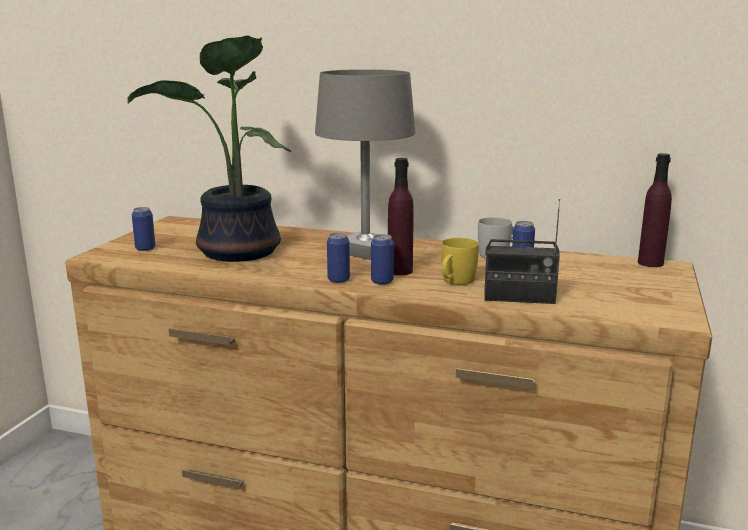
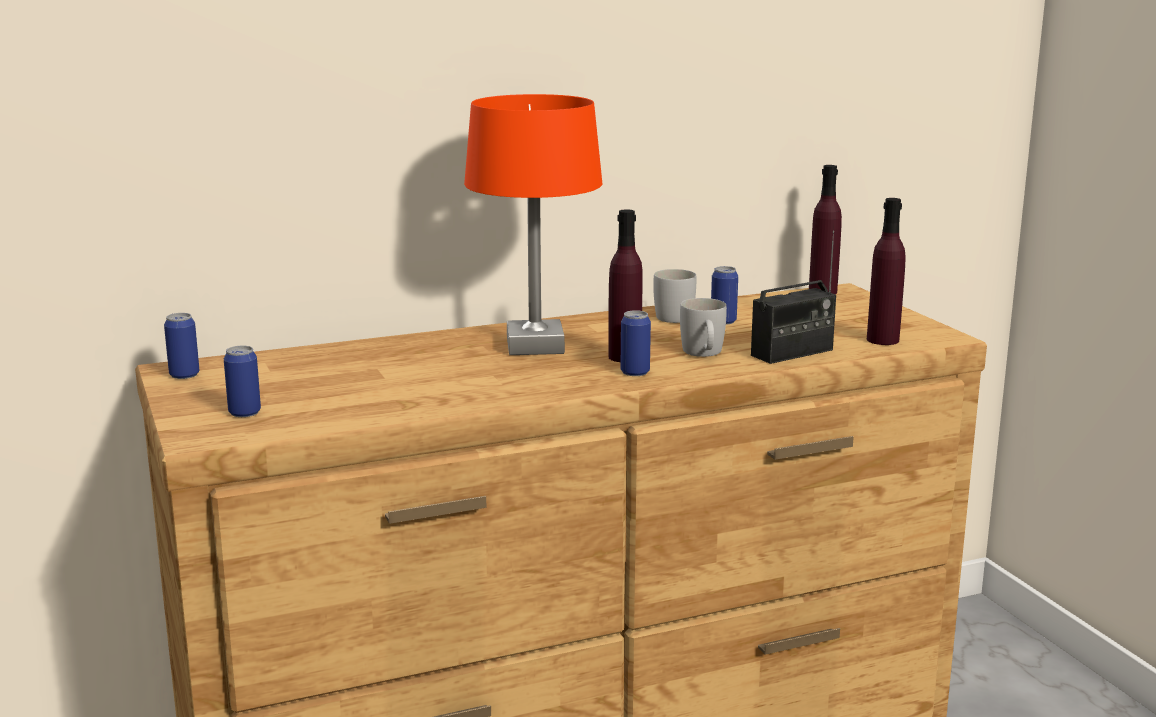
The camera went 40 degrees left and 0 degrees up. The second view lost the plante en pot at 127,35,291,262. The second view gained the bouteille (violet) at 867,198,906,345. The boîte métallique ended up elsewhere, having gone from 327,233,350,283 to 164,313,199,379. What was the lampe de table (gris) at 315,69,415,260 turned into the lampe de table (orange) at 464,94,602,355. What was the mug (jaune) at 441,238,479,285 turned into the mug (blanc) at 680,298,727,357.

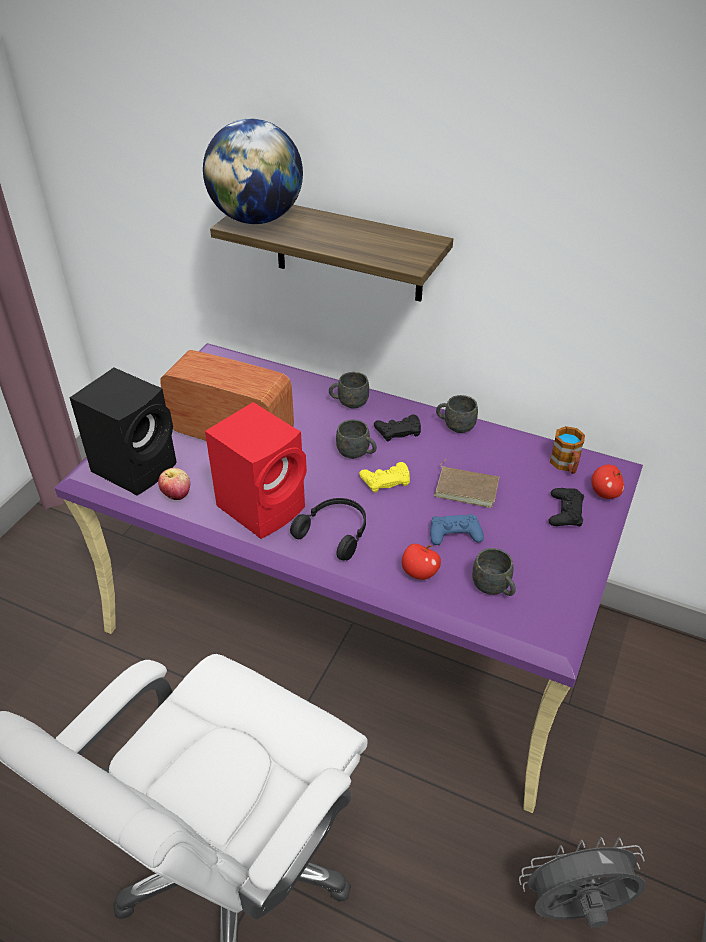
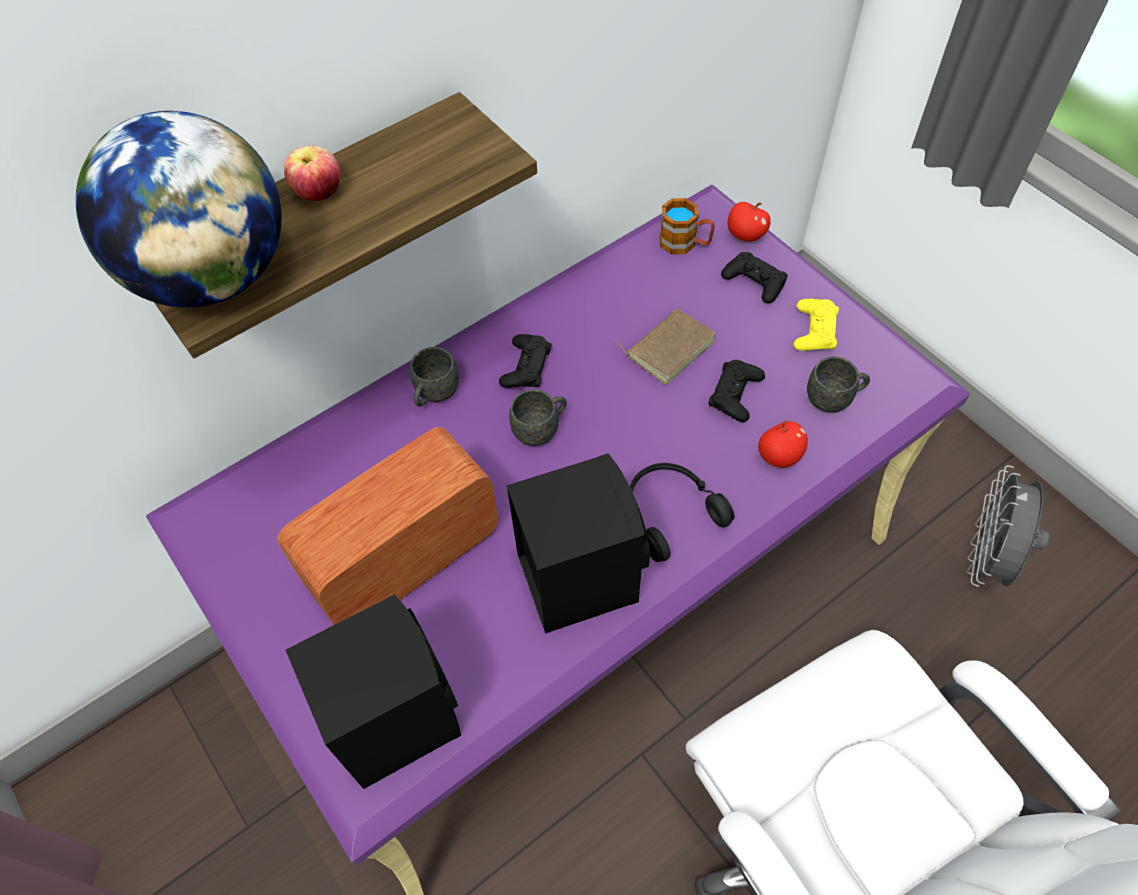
The camera went 60 degrees left and 15 degrees up. The second view lost the mug (gris) at 436,395,478,433. The pomme ended up elsewhere, having gone from 158,468,190,500 to 284,146,340,201. The manette (jaune) ended up elsewhere, having gone from 359,462,410,493 to 793,299,839,351. What was the enceinte (rouge) at 205,402,307,539 turned into the enceinte (noir) at 507,453,650,634. What was the manette (bleu) at 430,514,484,545 turned into the manette (noir) at 708,360,765,422.

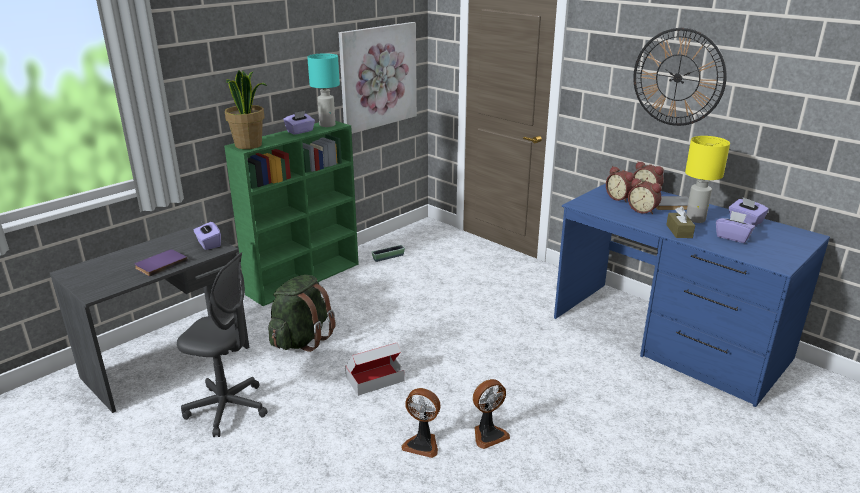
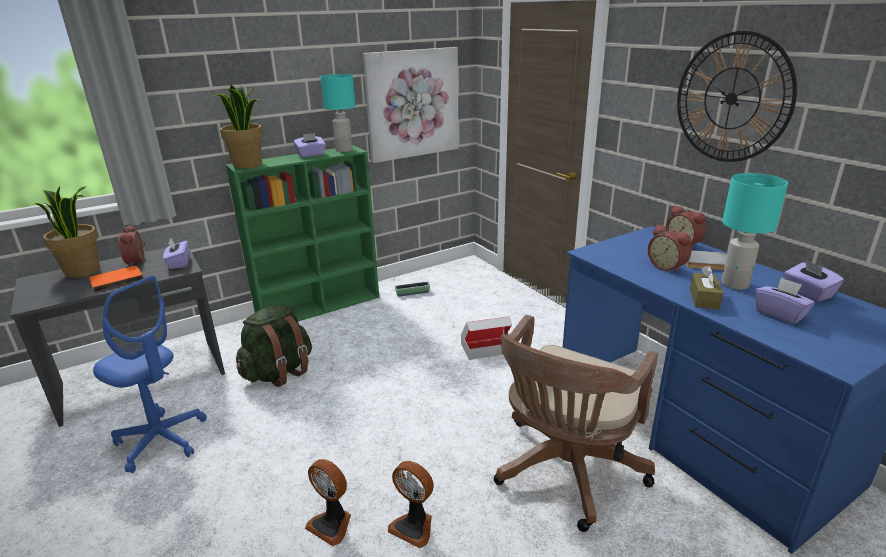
The camera went 15 degrees right and 0 degrees up. The second view gained the plante en pot at 34,186,100,278. The second view gained the chaise de bureau (marron) at 494,315,658,532. The carton ended up elsewhere, having gone from 345,342,405,396 to 461,316,512,360. The réveil ended up elsewhere, having gone from 606,166,636,203 to 118,225,146,266. What was the livre (violet) at 134,249,188,277 turned into the livre (orange) at 89,266,143,292. What was the chaise de bureau (gris) at 177,252,268,437 turned into the chaise de bureau (bleu) at 93,275,207,473. What was the lampe de table (jaune) at 685,136,730,223 turned into the lampe de table (turquoise) at 721,173,788,290. The ventilateur at 473,379,510,449 ended up facing another way, 45 degrees clockwise from before.

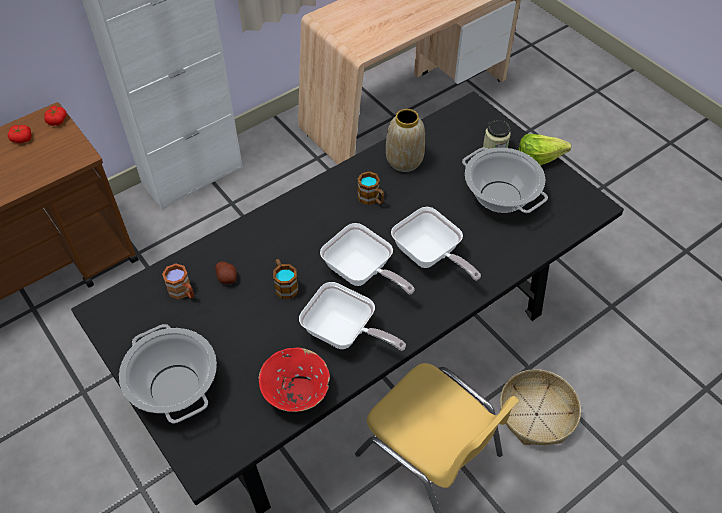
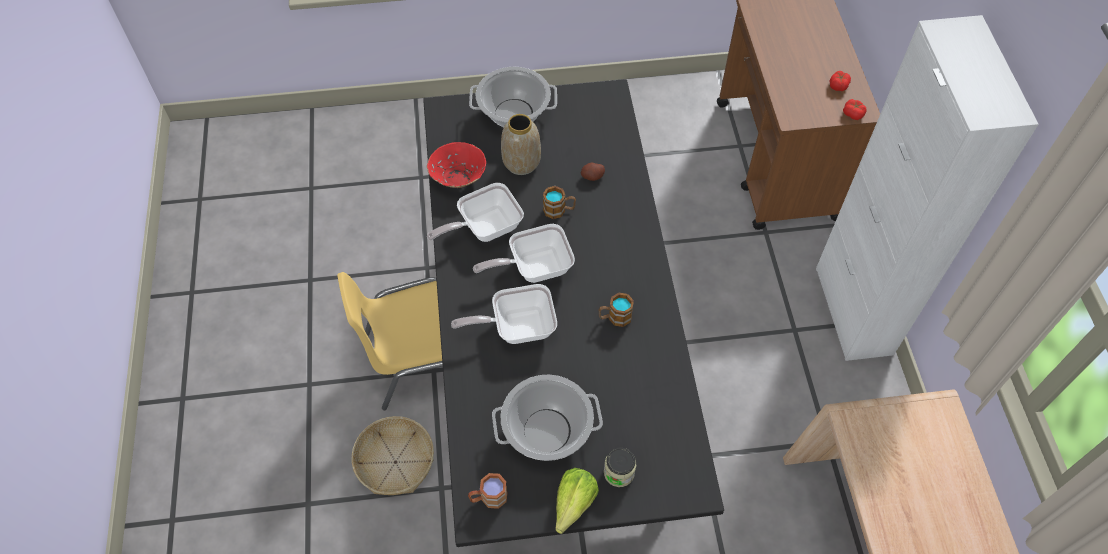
The camera went 120 degrees right and 5 degrees up. The mug (marron) ended up elsewhere, having gone from 162,264,194,299 to 468,473,508,509. The vase ended up elsewhere, having gone from 386,109,425,172 to 501,114,541,175.

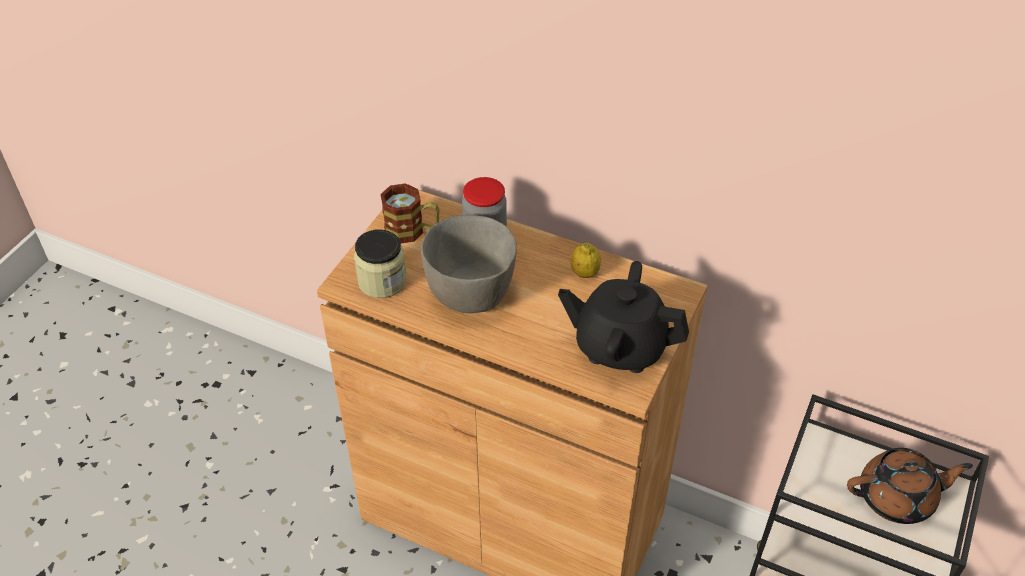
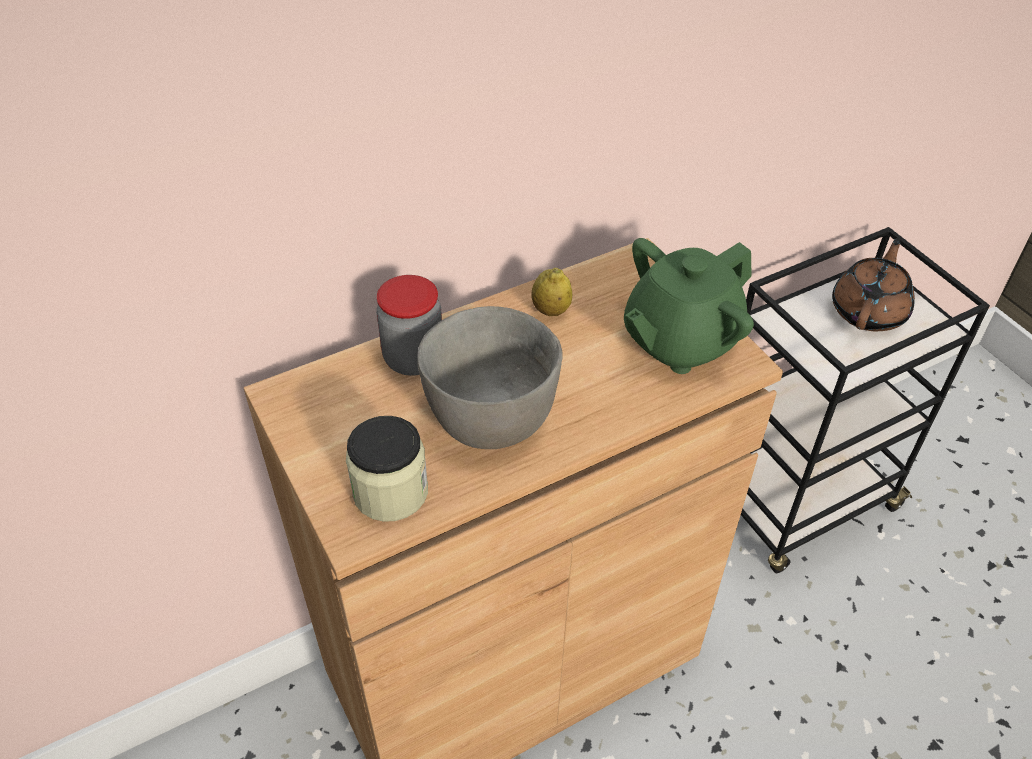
The camera went 55 degrees left and 0 degrees up. The second view lost the mug at 380,183,440,244. What was the théière (noir) at 558,261,689,373 turned into the théière (vert) at 624,238,754,374.

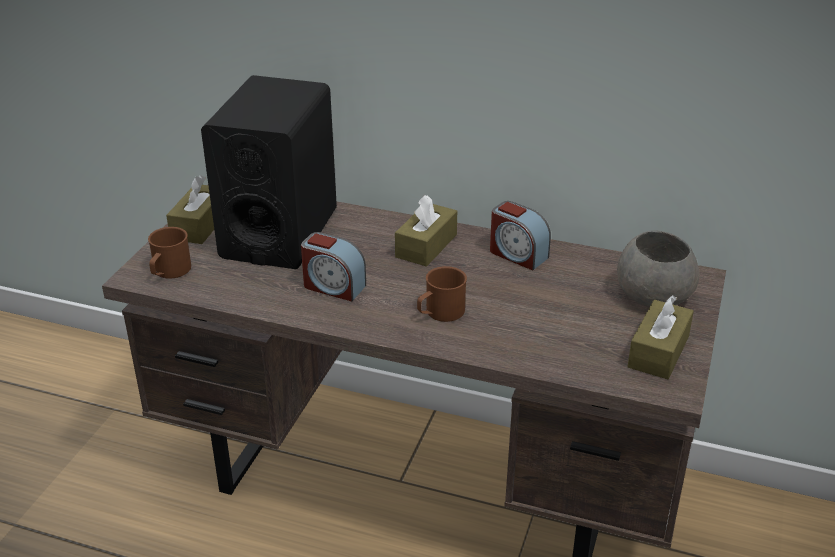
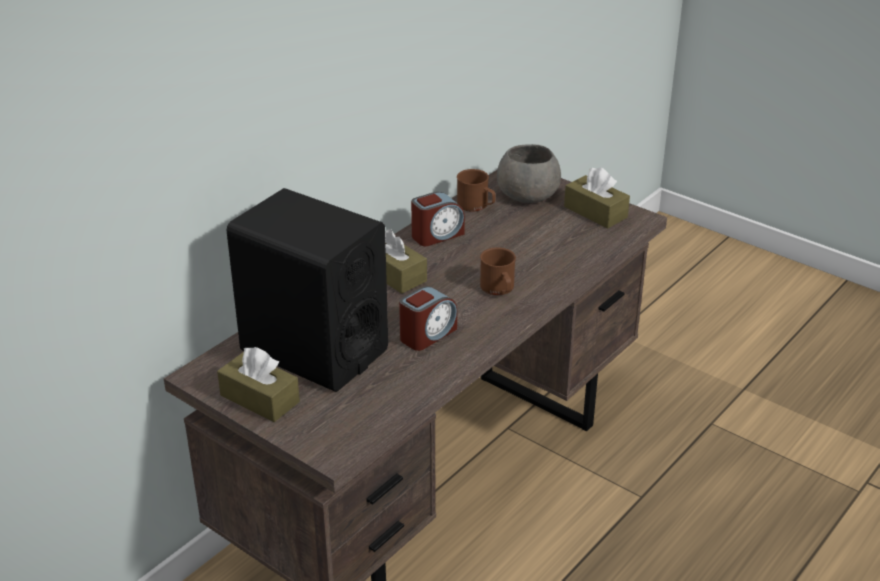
The camera went 70 degrees left and 0 degrees up. The mug (marron) ended up elsewhere, having gone from 148,227,191,279 to 457,169,495,212.

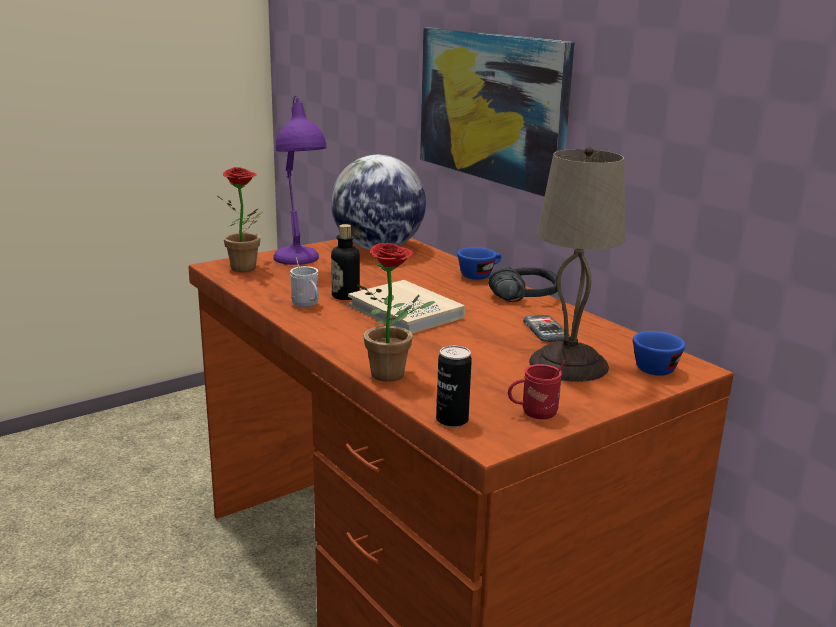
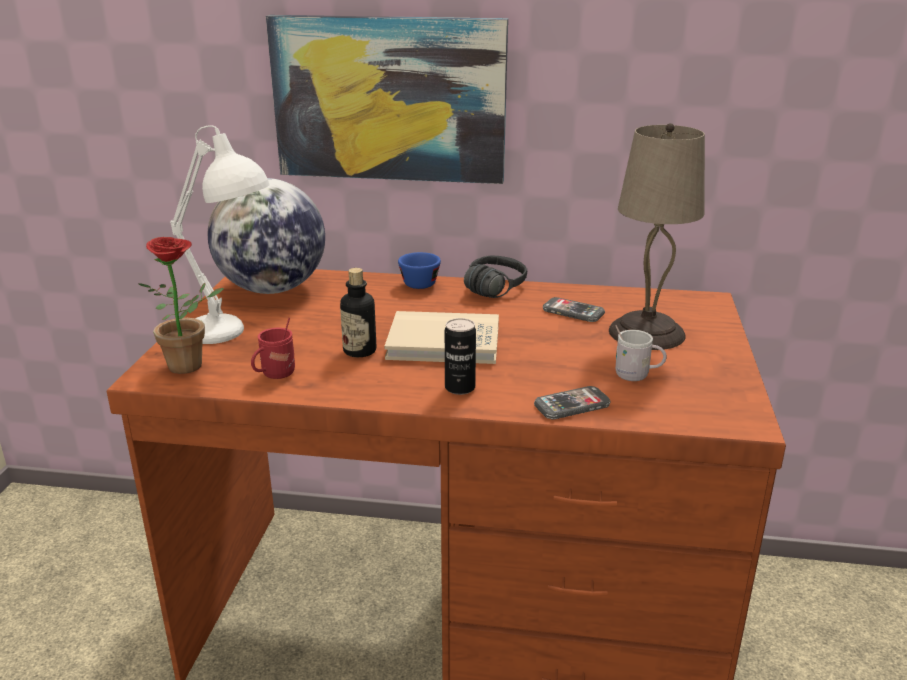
The camera went 45 degrees left and 5 degrees up. The second view lost the tasse (bleu) at 633,331,685,376. The mug (blanc) ended up elsewhere, having gone from 290,257,319,307 to 615,325,667,381. The boîte métallique ended up elsewhere, having gone from 436,346,472,427 to 445,318,476,395. The mug (rouge) ended up elsewhere, having gone from 508,360,566,419 to 251,318,295,379. Where the plante en pot stood at 357,243,436,381, the téléphone came to stand at 534,386,610,420. What was the lampe de table (violet) at 273,96,327,265 turned into the lampe de table (blanc) at 170,125,270,344.

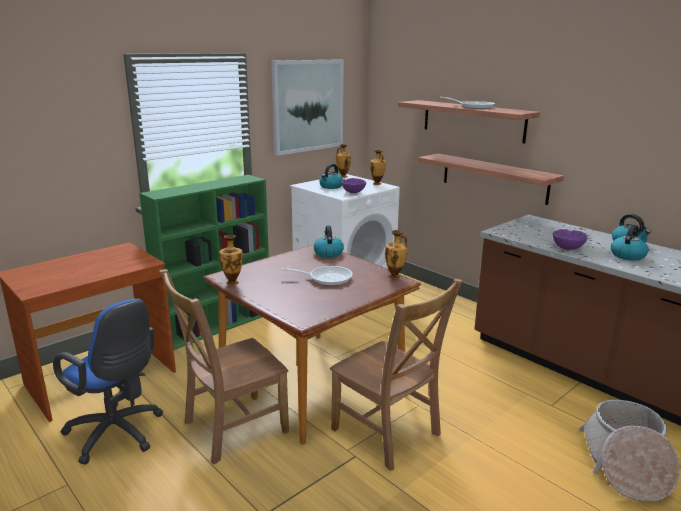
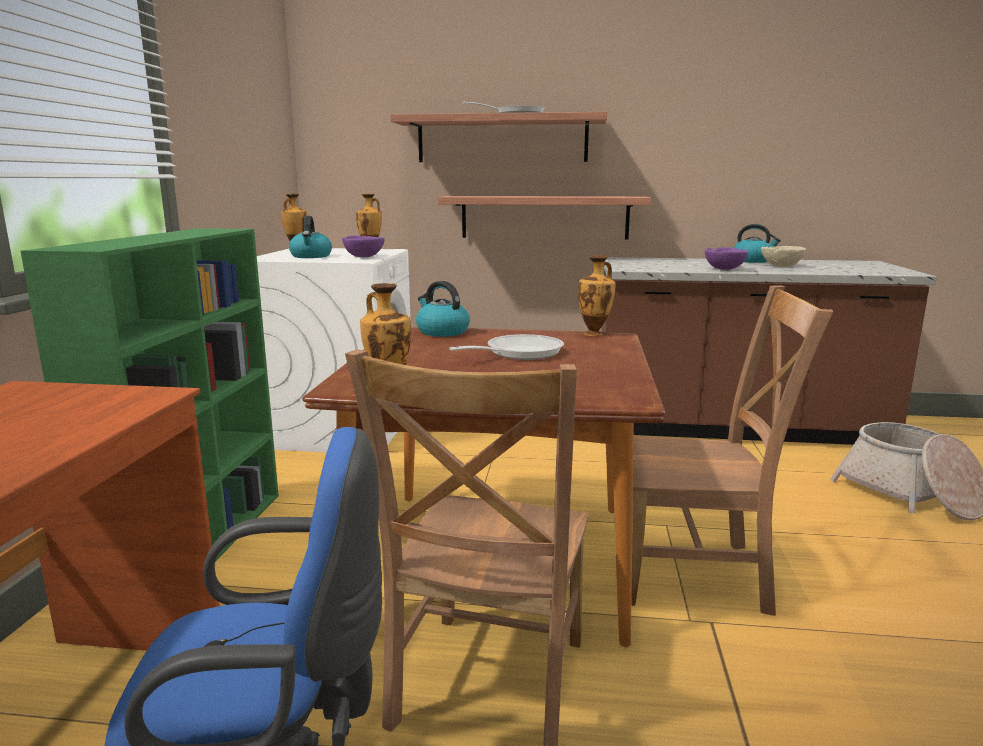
The camera went 40 degrees left and 5 degrees down. The second view lost the tableau at 271,59,344,156. Where the bouilloire stood at 611,225,649,261, the bol (beige) came to stand at 761,246,806,267.

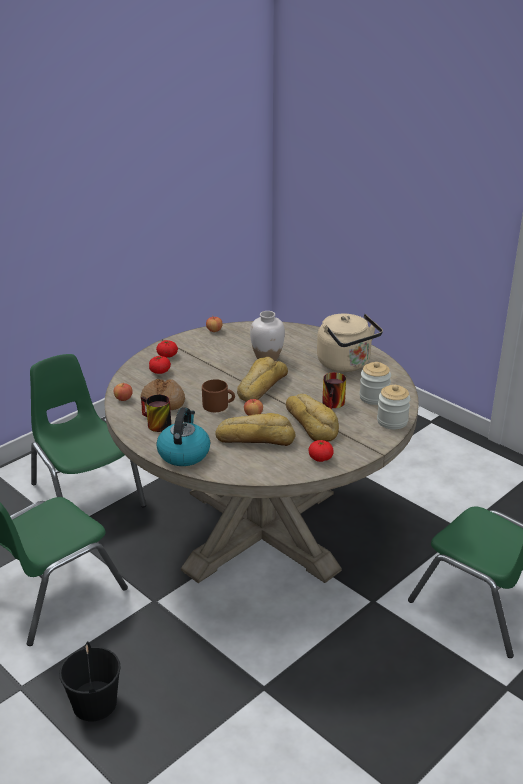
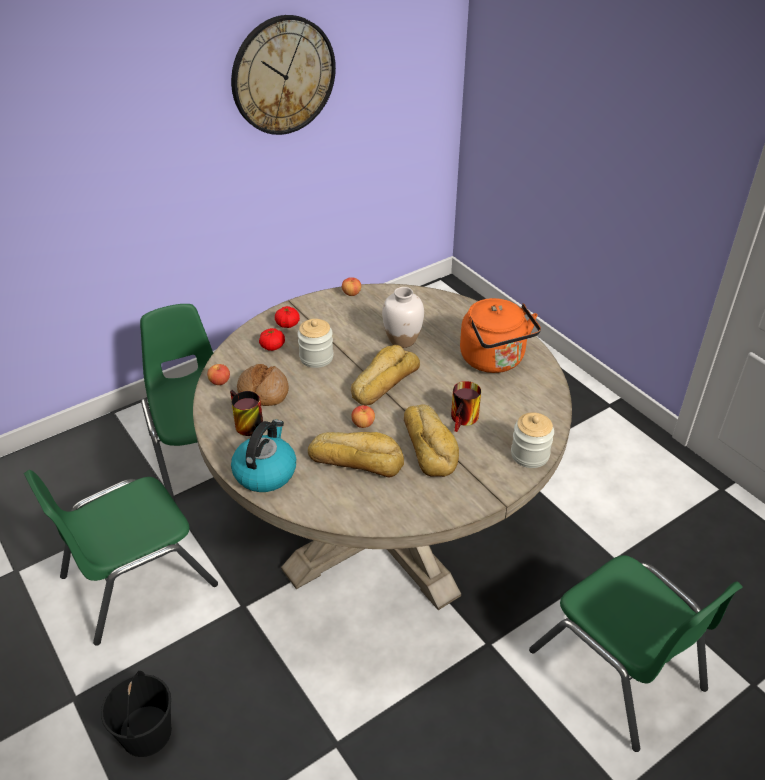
The camera went 10 degrees right and 10 degrees up. The second view lost the mug (marron) at 202,379,235,412. The second view lost the tomate at 309,440,334,462. The second view gained the horloge murale at 231,15,336,135. The bocal ended up elsewhere, having gone from 359,362,391,405 to 297,319,334,368. What was the bouilloire (beige) at 317,314,383,372 turned into the bouilloire (orange) at 460,298,541,373.

